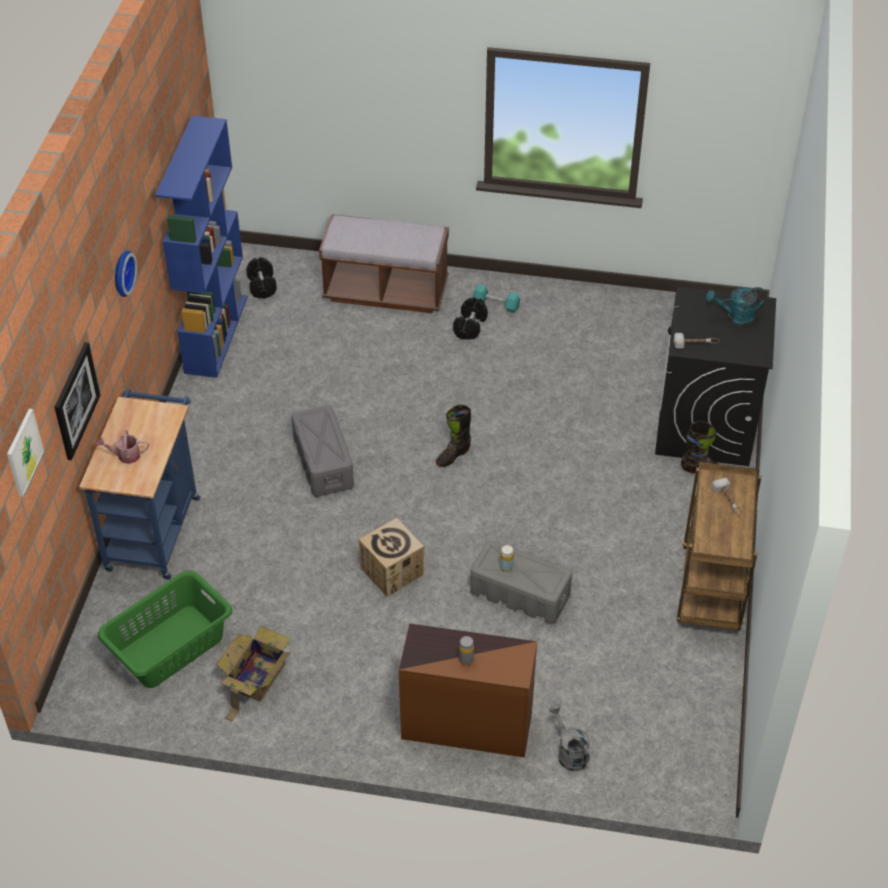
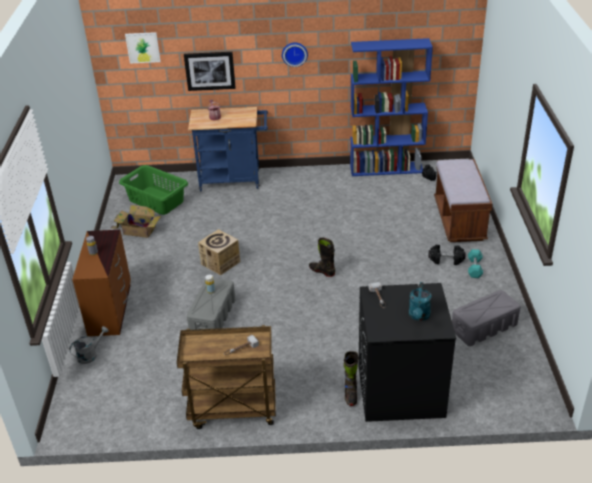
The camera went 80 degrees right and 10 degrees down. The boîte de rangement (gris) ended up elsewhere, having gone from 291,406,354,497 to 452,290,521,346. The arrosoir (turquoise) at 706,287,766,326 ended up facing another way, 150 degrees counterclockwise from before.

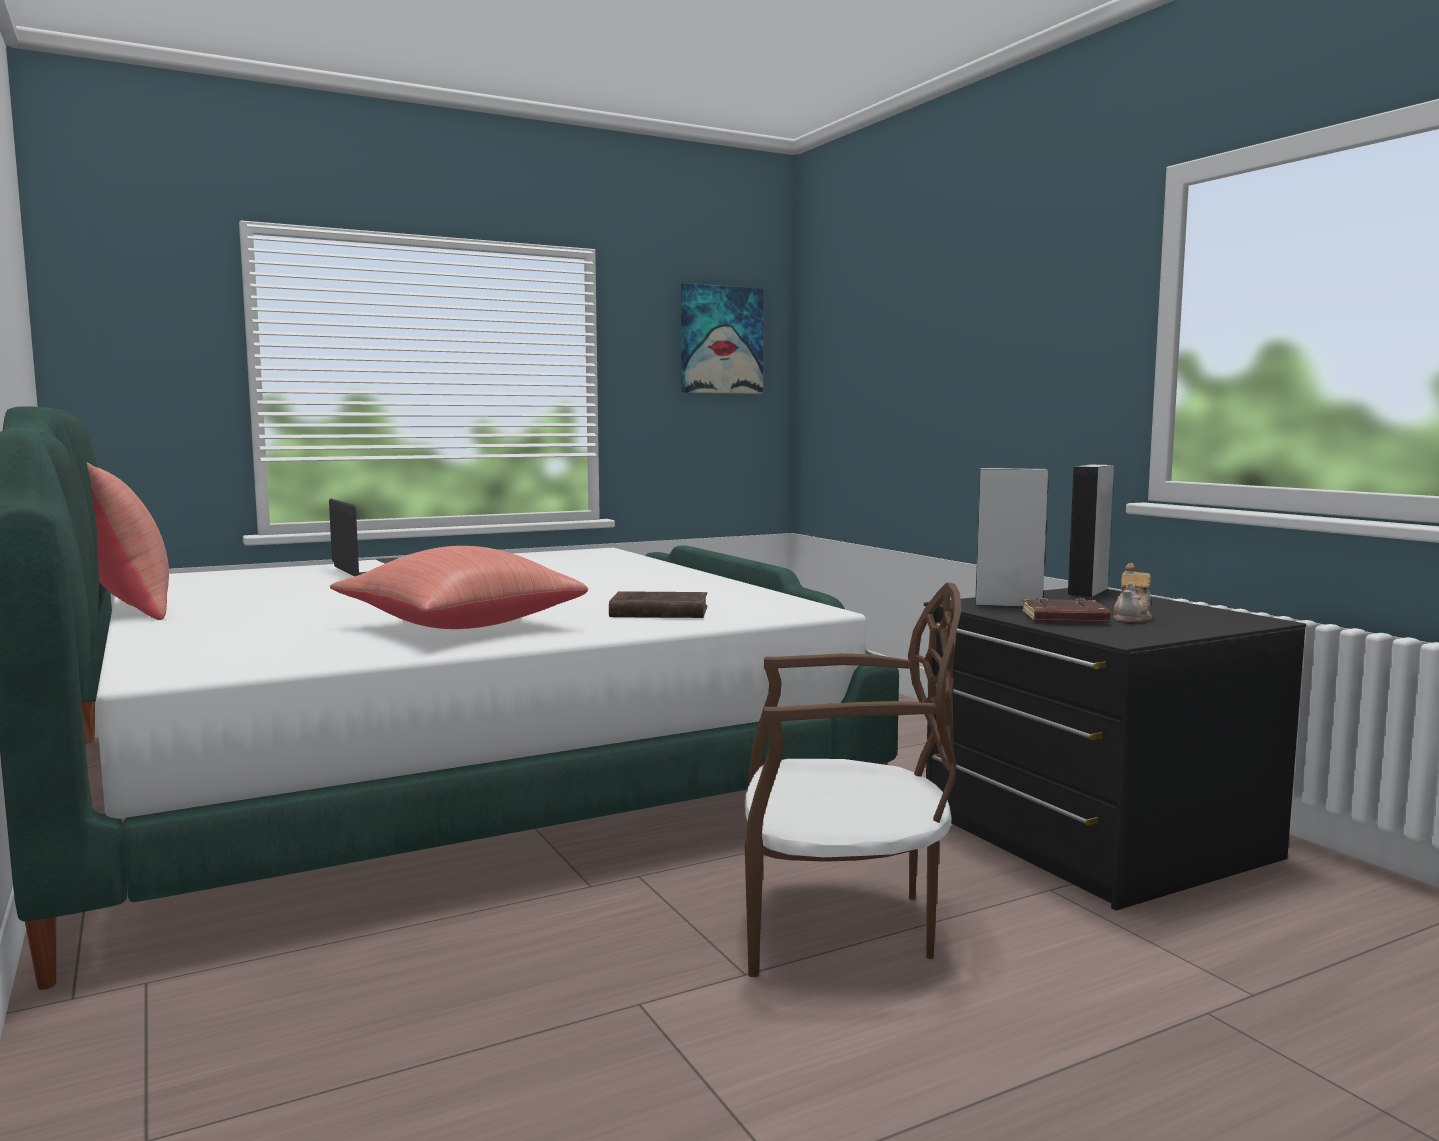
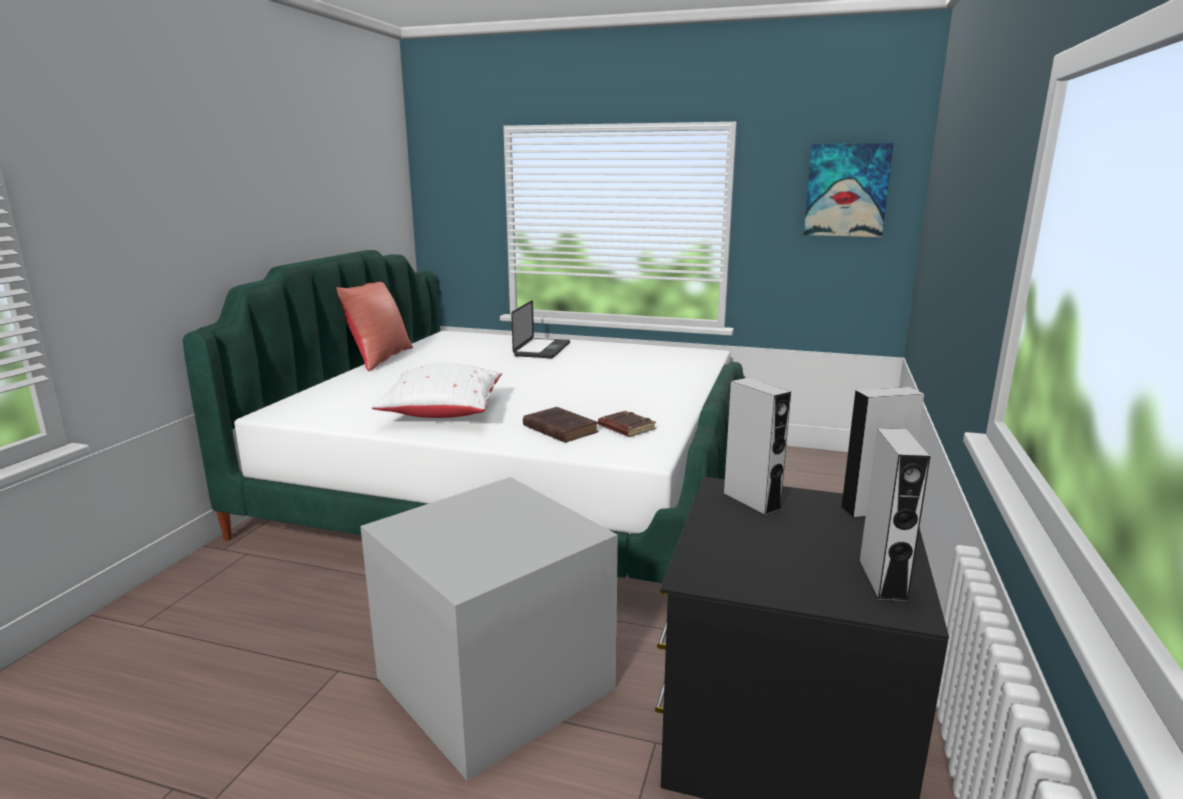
The camera went 45 degrees right and 10 degrees up. The second view lost the théière at 1114,563,1153,622. The second view gained the enceinte (gris) at 859,428,931,602. The livre (marron) ended up elsewhere, having gone from 1022,598,1110,623 to 598,411,656,437. Where the chaise (marron) stood at 745,583,961,977, the boîte de rangement (gris) came to stand at 360,477,618,781. What was the coussin (rouge) at 330,546,588,629 turned into the coussin (blanc) at 371,363,502,418.

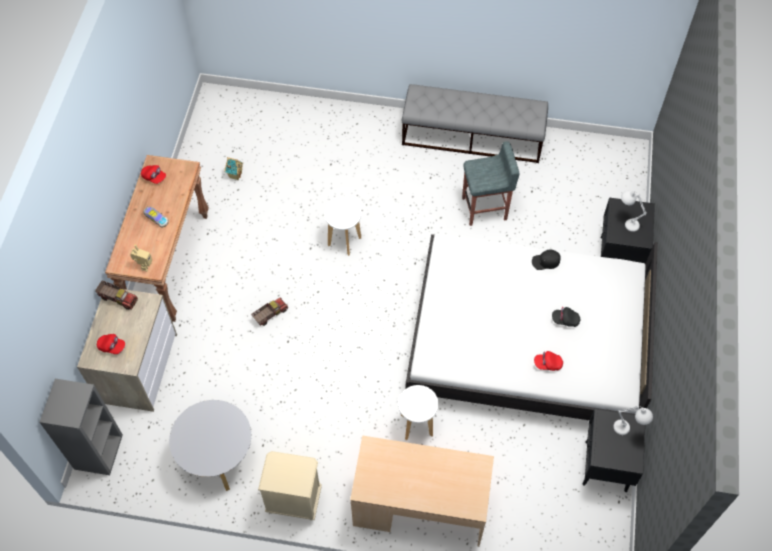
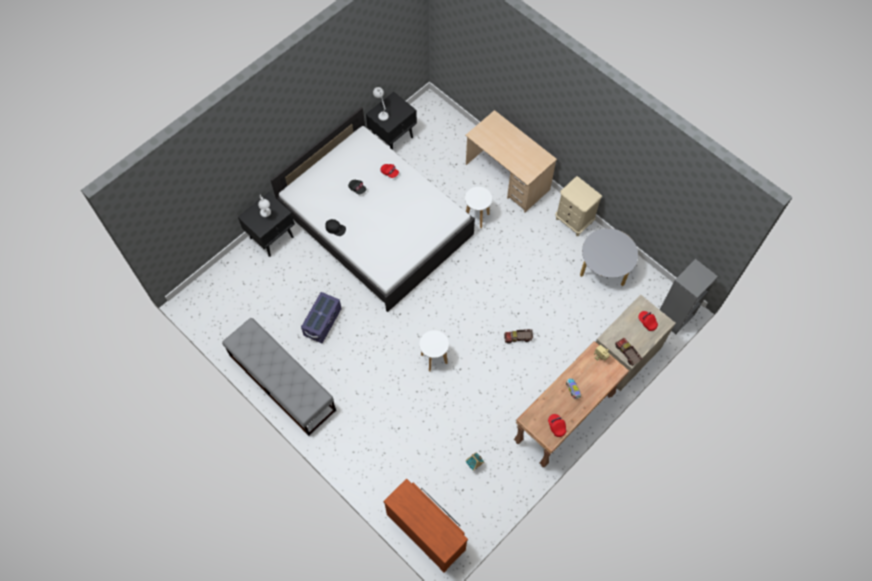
The camera went 145 degrees left and 5 degrees up. The second view gained the commode (marron) at 384,479,468,573. Where the tabouret (gris) stood at 462,141,519,226, the boîte de rangement (violet) came to stand at 301,292,342,343.

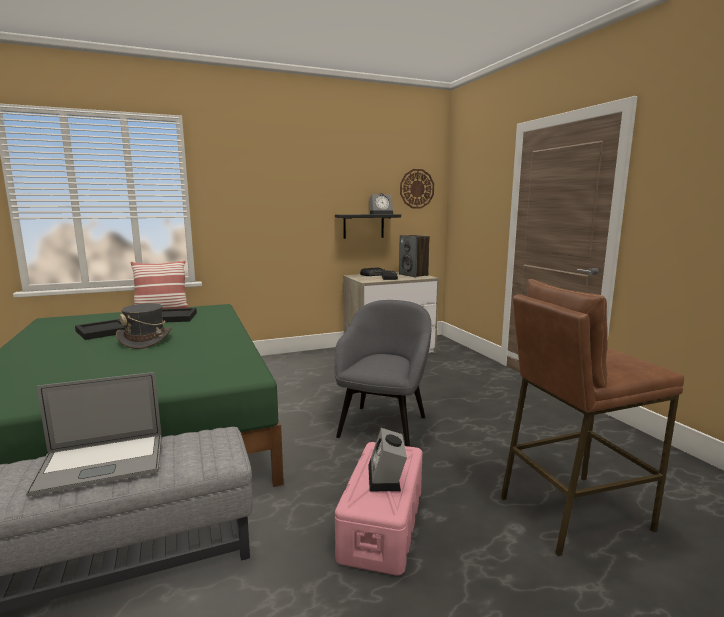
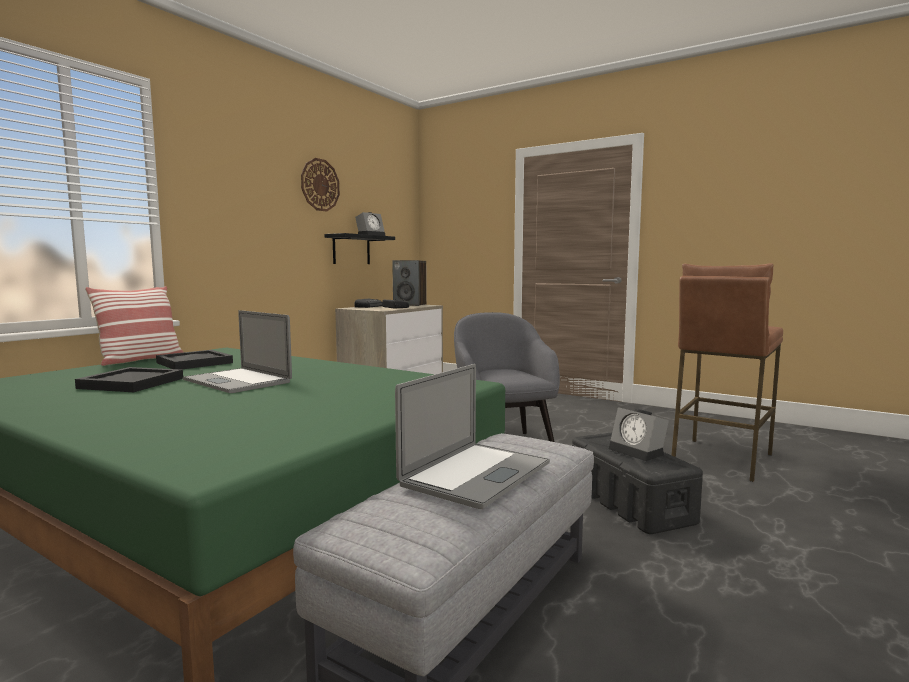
The camera went 35 degrees left and 5 degrees down. The horloge murale ended up elsewhere, having gone from 400,169,434,209 to 301,158,340,211. Where the chapeau (gris) stood at 116,303,172,349, the ordinateur portable came to stand at 183,310,292,393. What was the boîte de rangement (rose) at 335,442,422,576 turned into the boîte de rangement (noir) at 572,432,703,534.

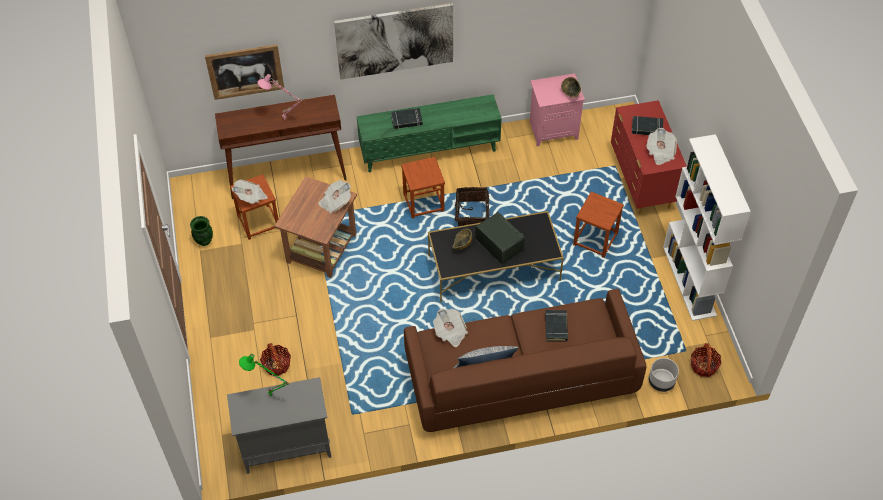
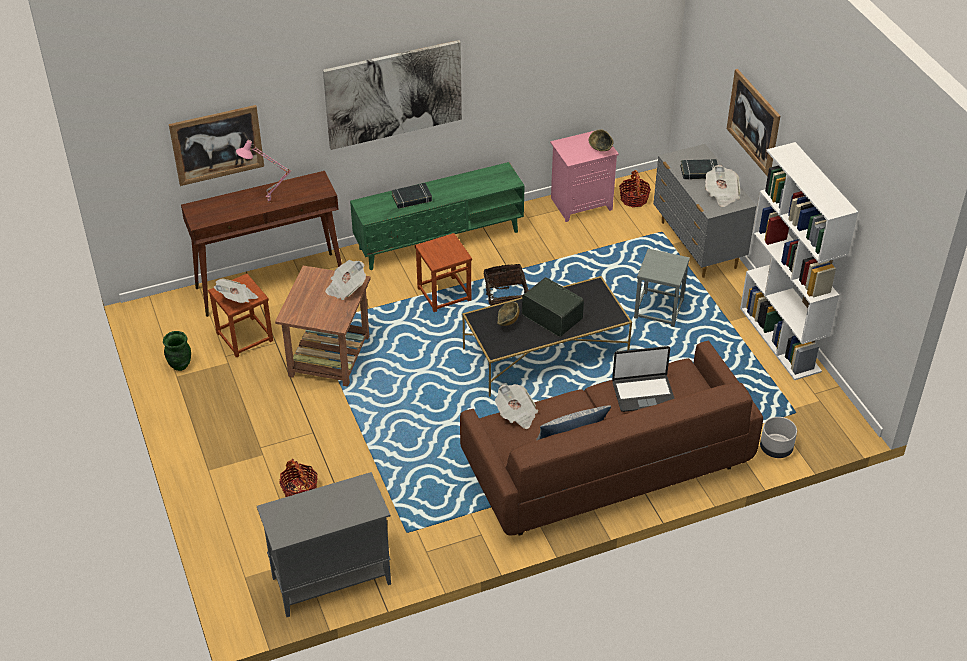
The camera went 10 degrees left and 10 degrees down. The second view lost the lampe de table (vert) at 239,354,290,396. The second view gained the tableau at 727,69,780,177. The panier ended up elsewhere, having gone from 691,343,722,377 to 619,170,651,207. Where the livre (noir) stood at 545,310,568,342, the ordinateur portable came to stand at 612,346,675,412. What was the tabouret (marron) at 573,192,624,258 turned into the tabouret (gris) at 634,249,690,327. What was the commode (rouge) at 611,100,687,214 turned into the commode (gris) at 653,144,757,278.

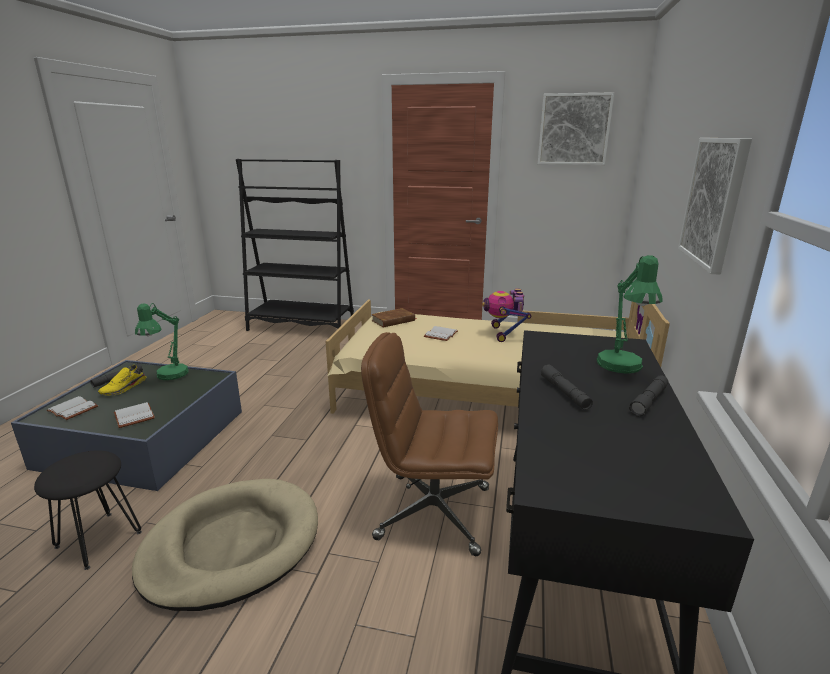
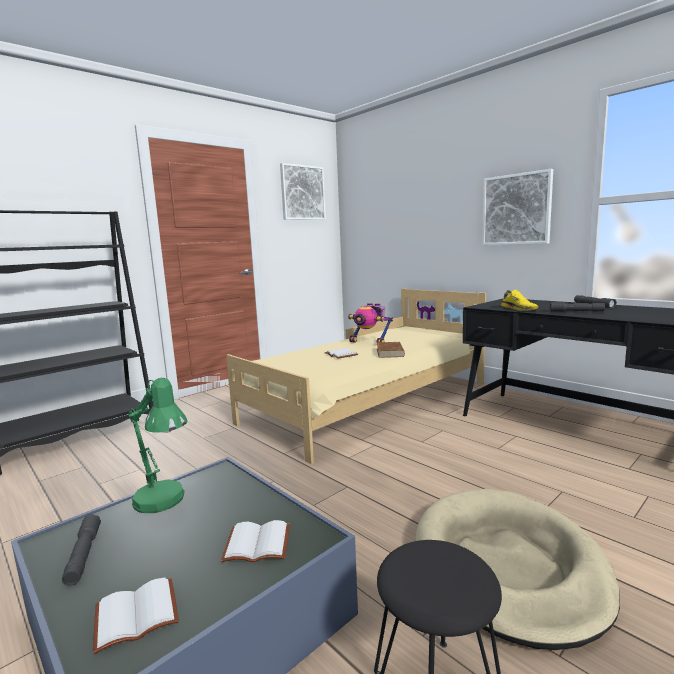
The camera went 55 degrees left and 10 degrees down. The second view lost the chaise de bureau (marron) at 361,332,498,556. The second view lost the lampe de table (vert) at 597,255,663,374. The chaussure (jaune) ended up elsewhere, having gone from 98,365,147,395 to 501,290,538,311. The livre (marron) ended up elsewhere, having gone from 371,308,417,328 to 377,342,405,358.

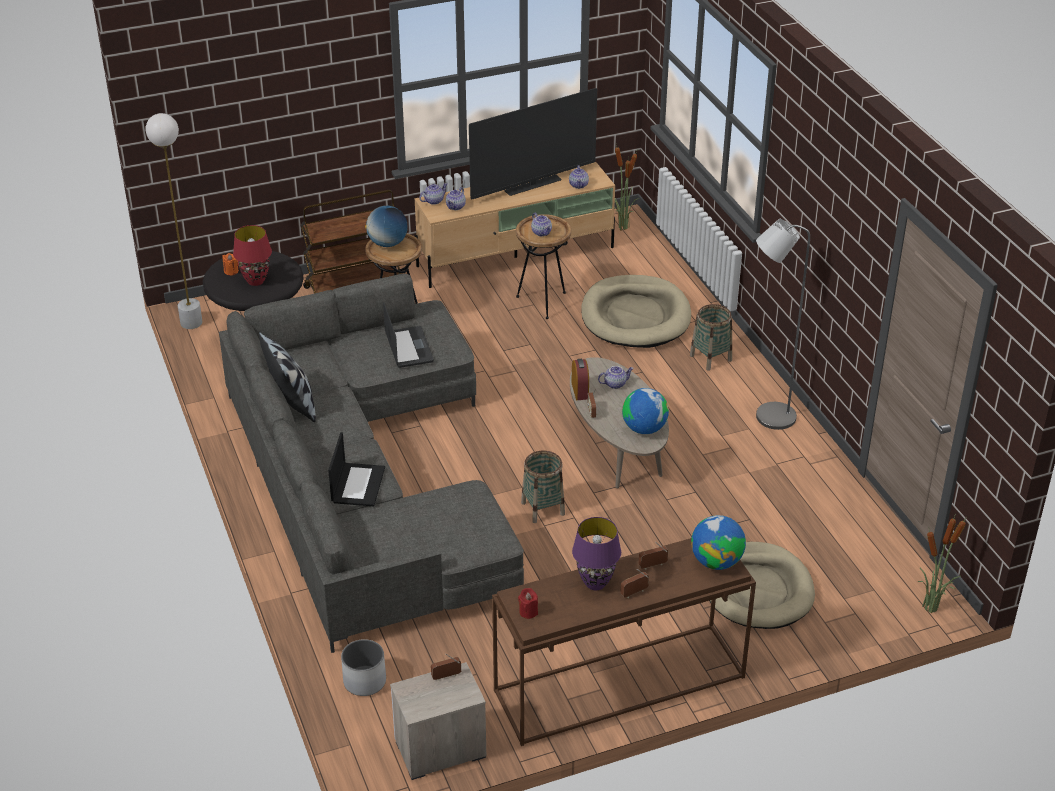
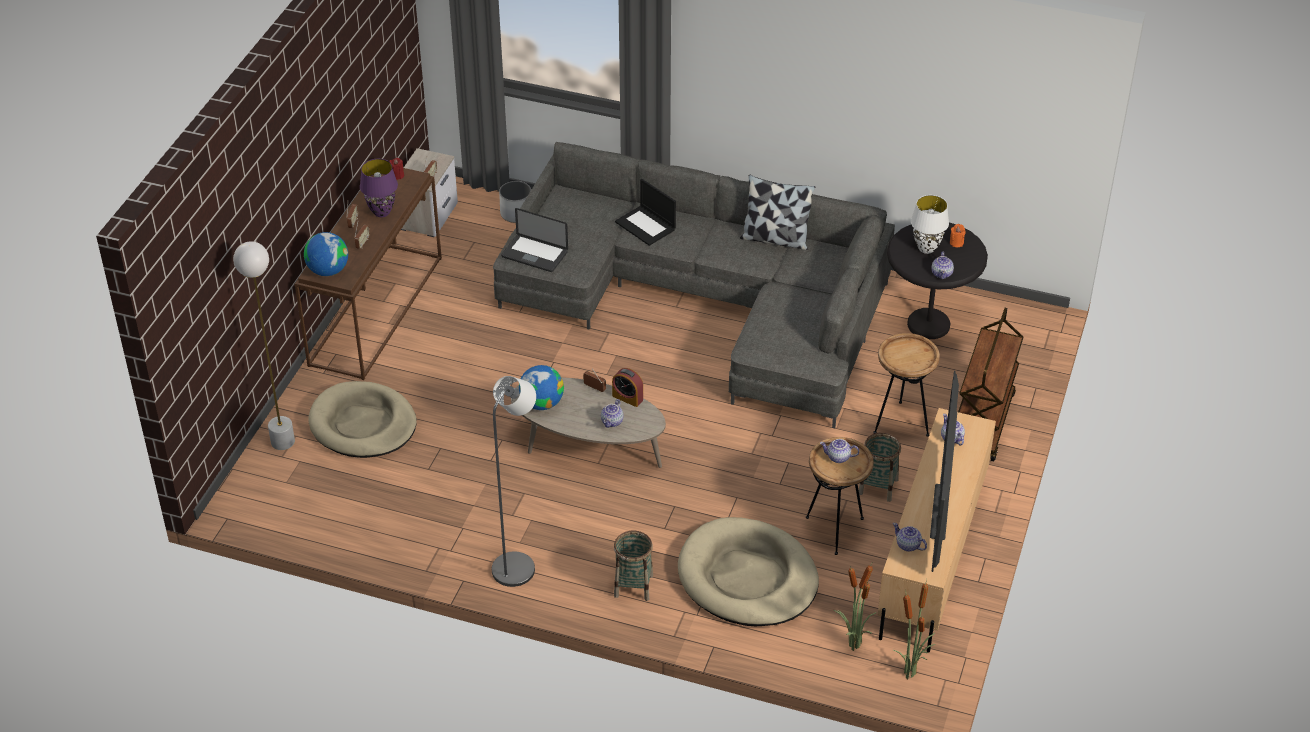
The camera went 130 degrees right and 5 degrees up. The second view lost the globe at 365,206,408,247. The lampadaire (blanc) ended up elsewhere, having gone from 145,113,203,329 to 233,241,295,450. The ordinateur portable ended up elsewhere, having gone from 383,302,434,368 to 501,208,568,272. The théière ended up elsewhere, having gone from 419,183,447,205 to 931,251,954,279. The panier ended up elsewhere, having gone from 521,451,565,523 to 859,432,901,502. The plante en pot ended up elsewhere, having gone from 917,514,966,613 to 834,561,876,651. What was the lampe de table (rouge) at 233,225,272,286 turned into the lampe de table (blanc) at 911,195,949,254.

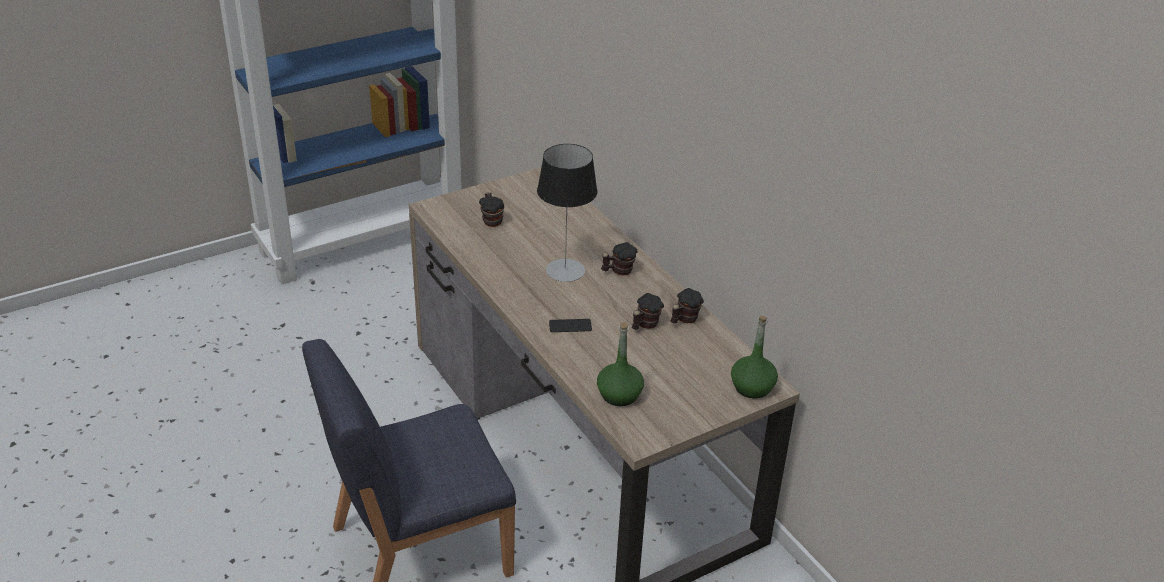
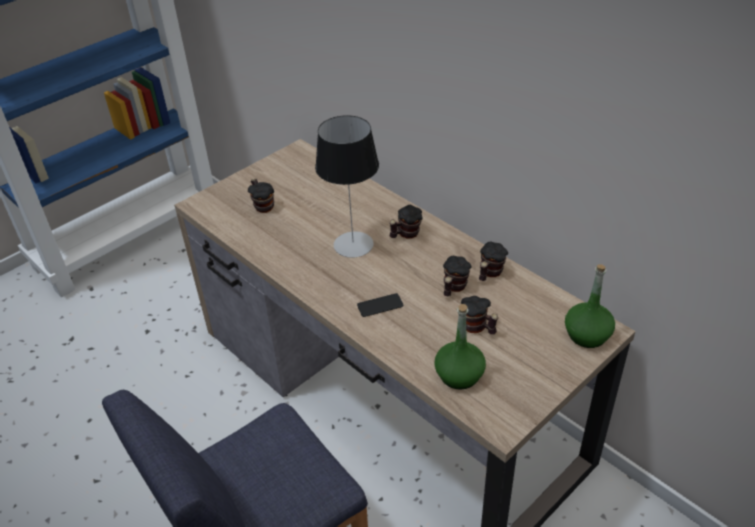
The camera went 10 degrees left and 5 degrees up. The second view gained the mug at 461,296,498,334.

